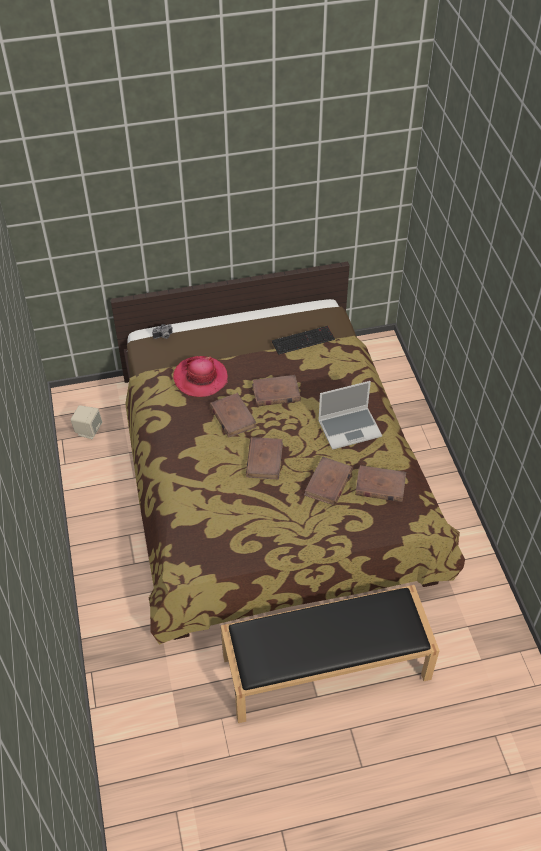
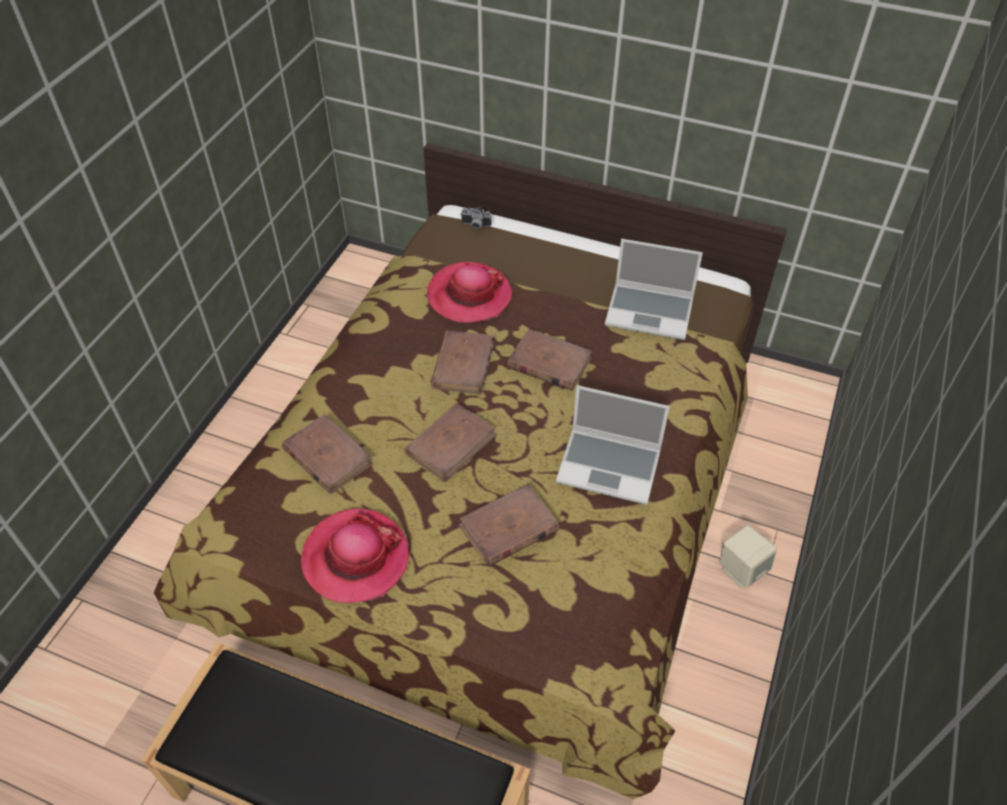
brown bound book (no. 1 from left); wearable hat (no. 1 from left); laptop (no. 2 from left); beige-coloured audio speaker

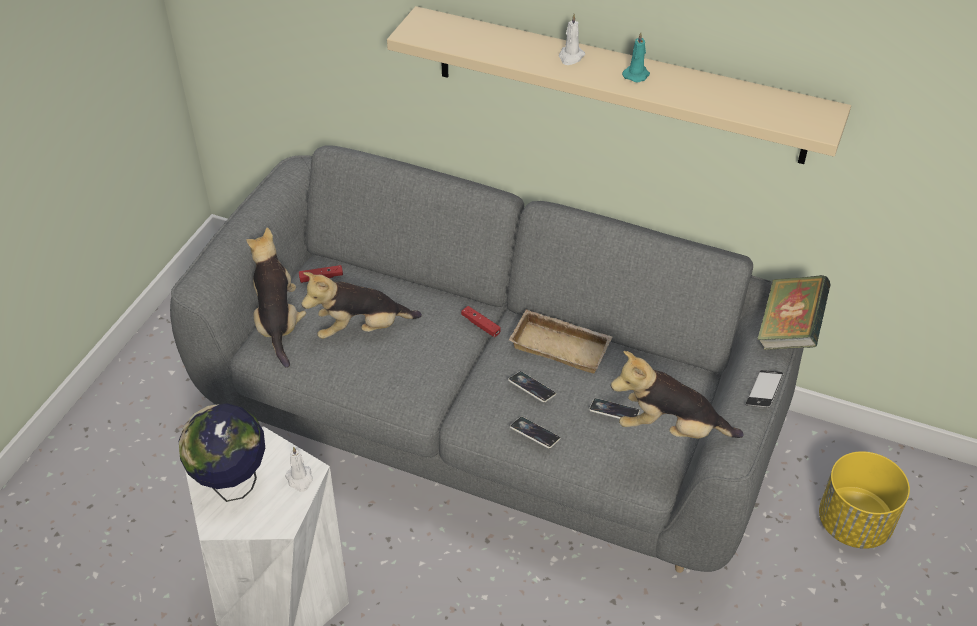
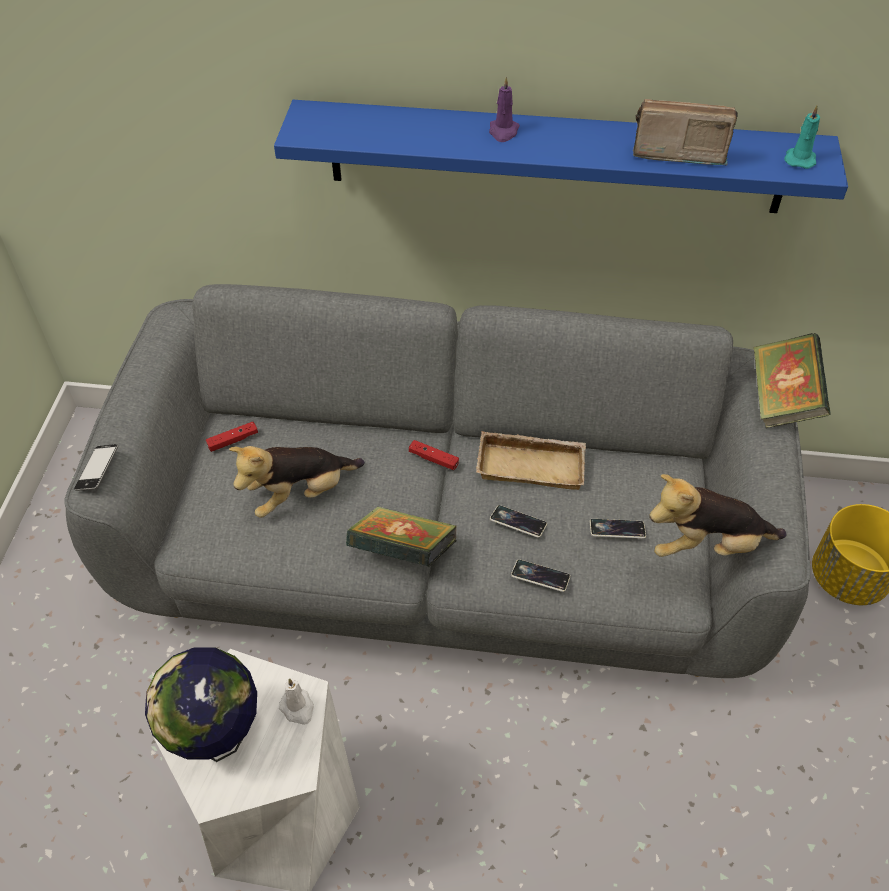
phone (no. 1 from left); bluish shelf; bound book (no. 1 from left); purplish wax light; radio receiver; turquoise-coloured wax light; plush toy (no. 1 from left in the first image)

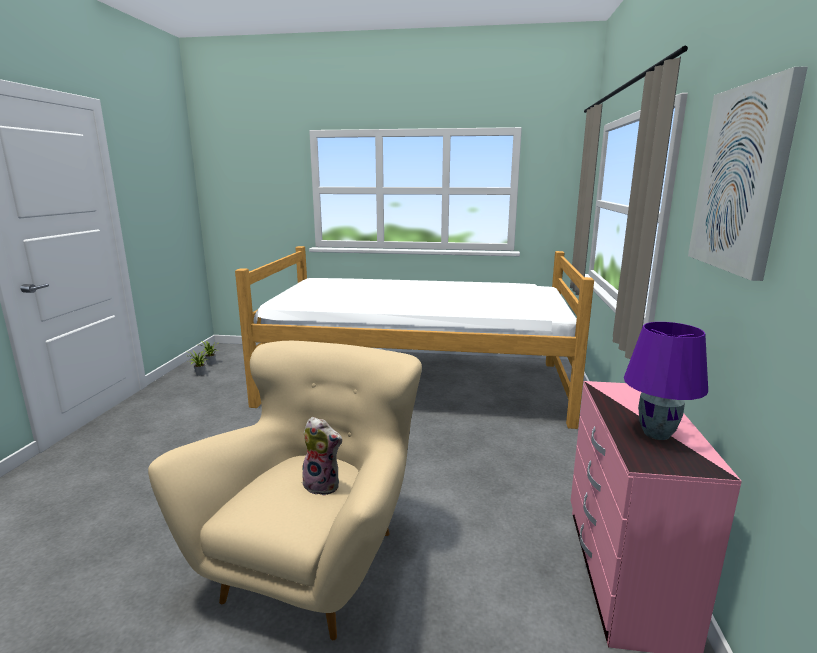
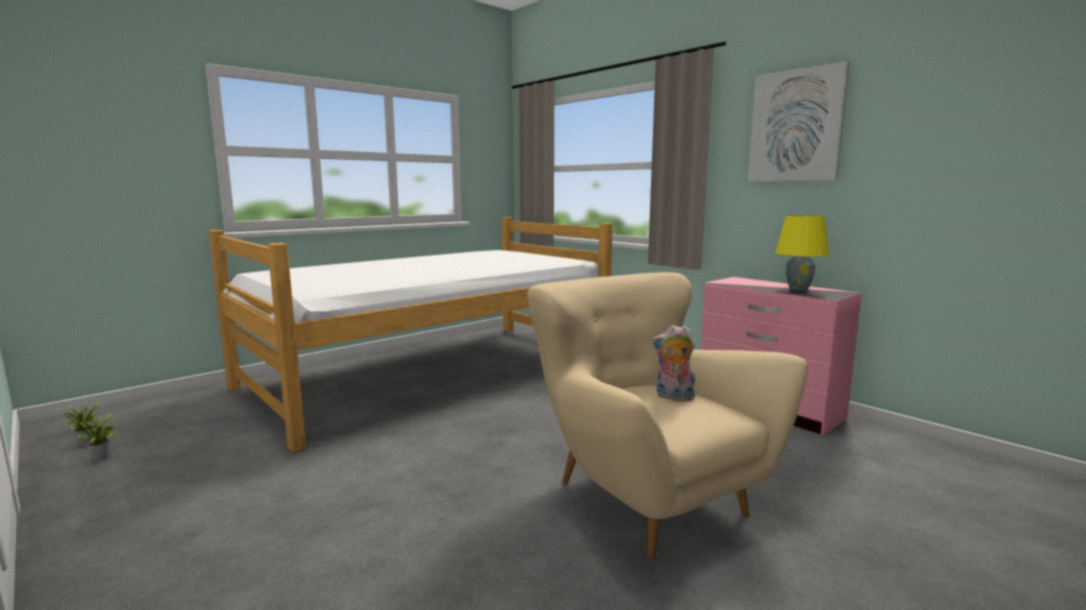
plush toy; yellow-coloured lamp for a table

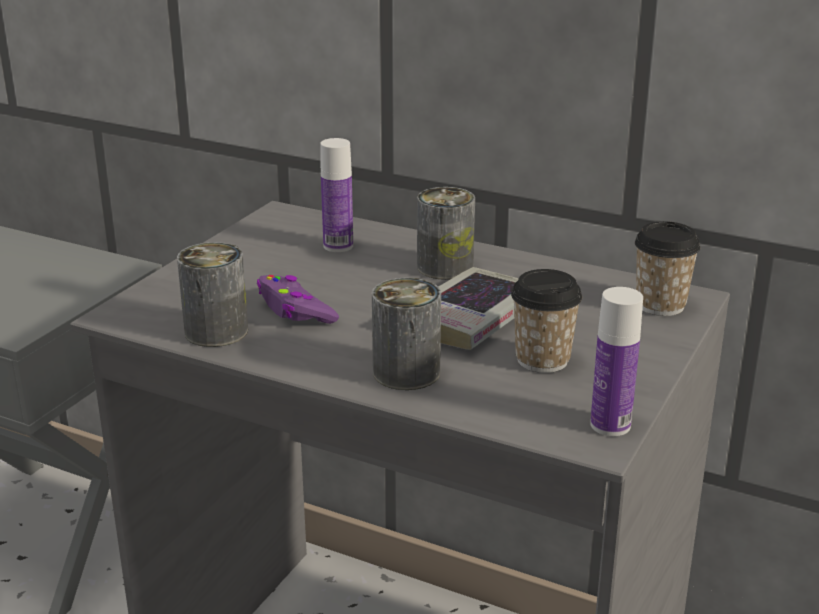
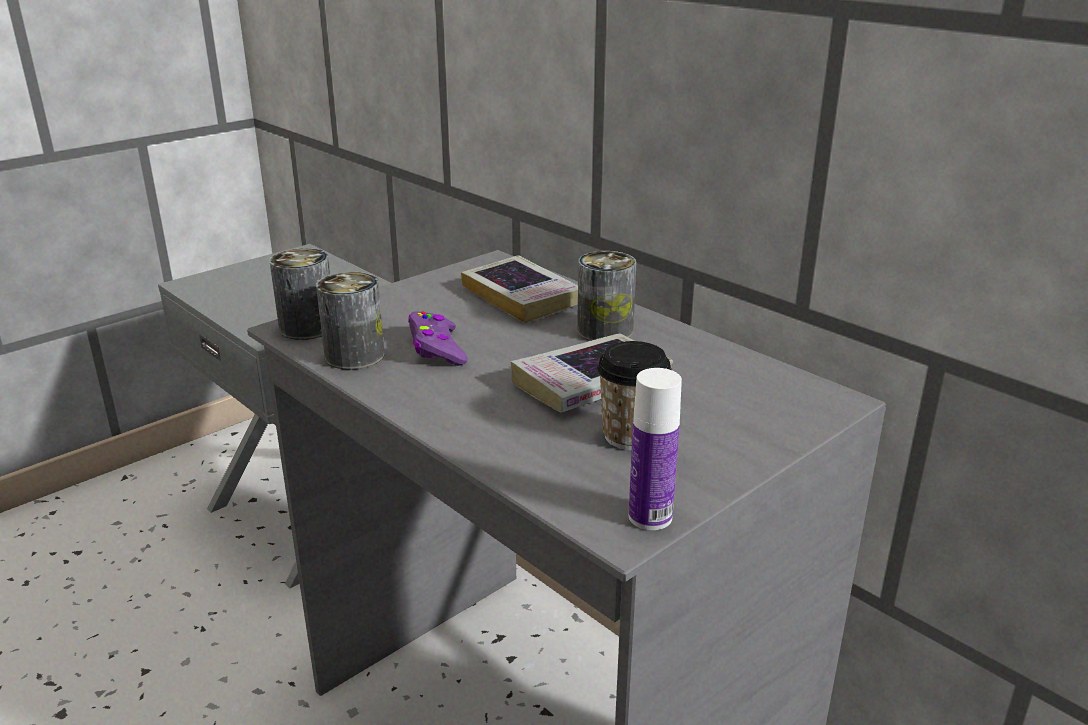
sealed can (no. 1 from left); bound book (no. 1 from left); small cup (no. 2 from left in the first image)

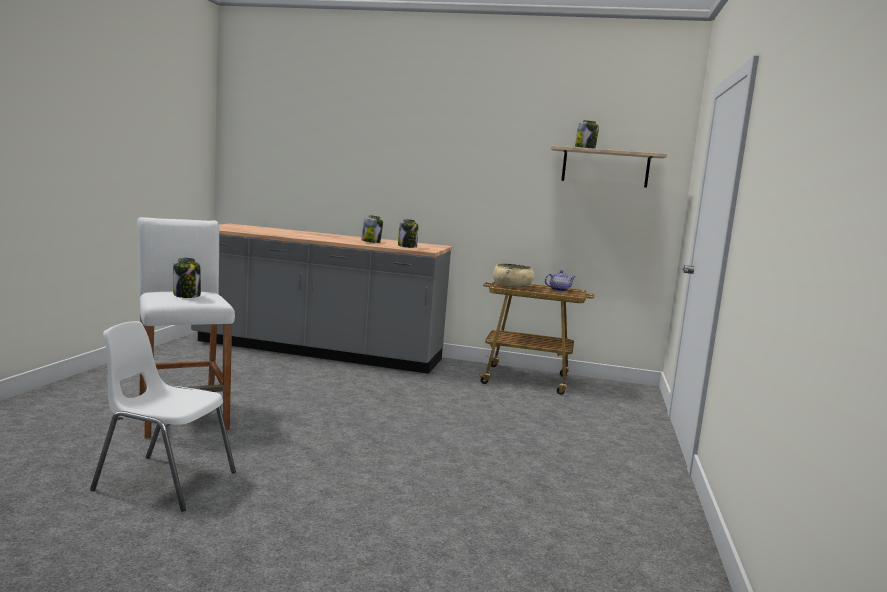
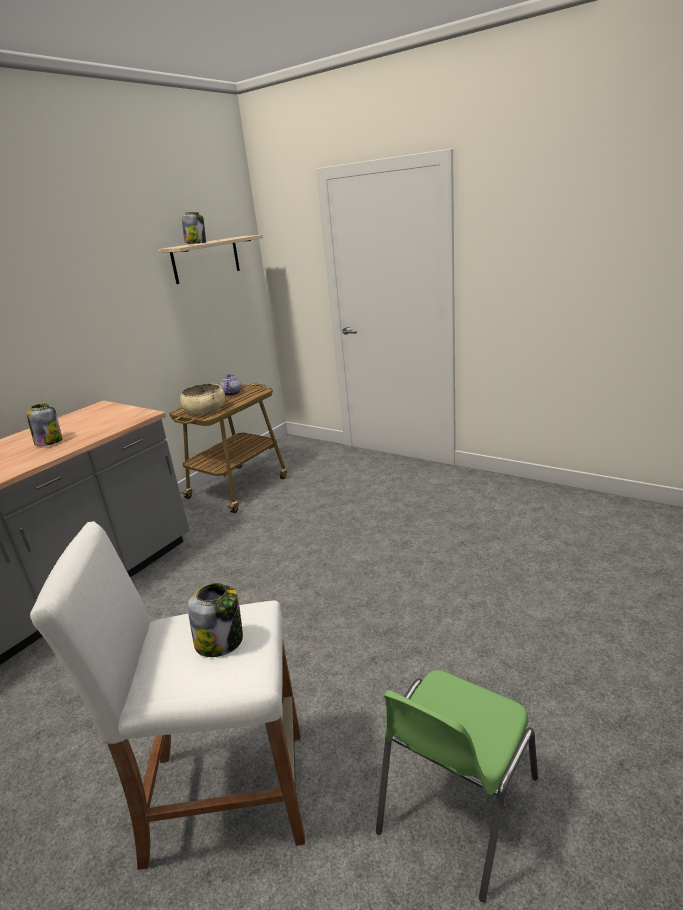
green plain chair; preserve jar (no. 3 from left in the first image)

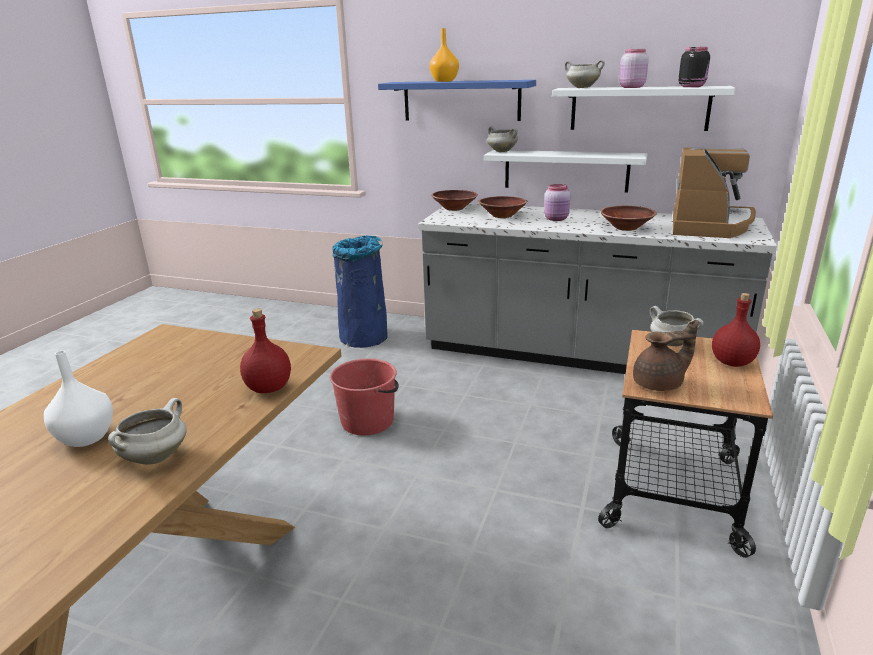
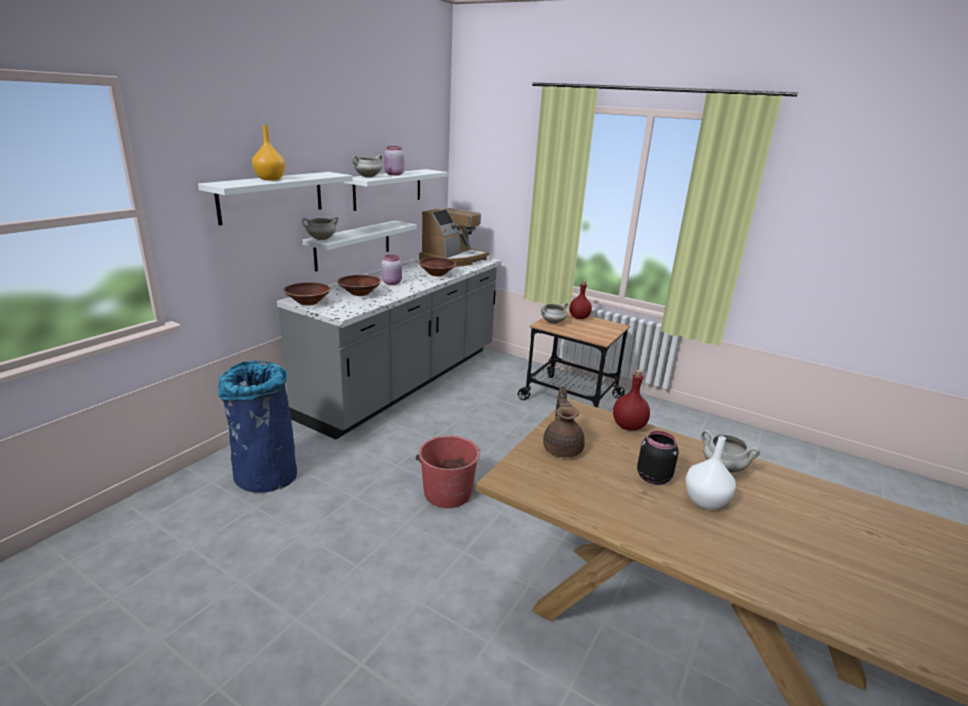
whitish shelf (no. 1 from left); coffee brewer; brown pot for tea; black preserve jar

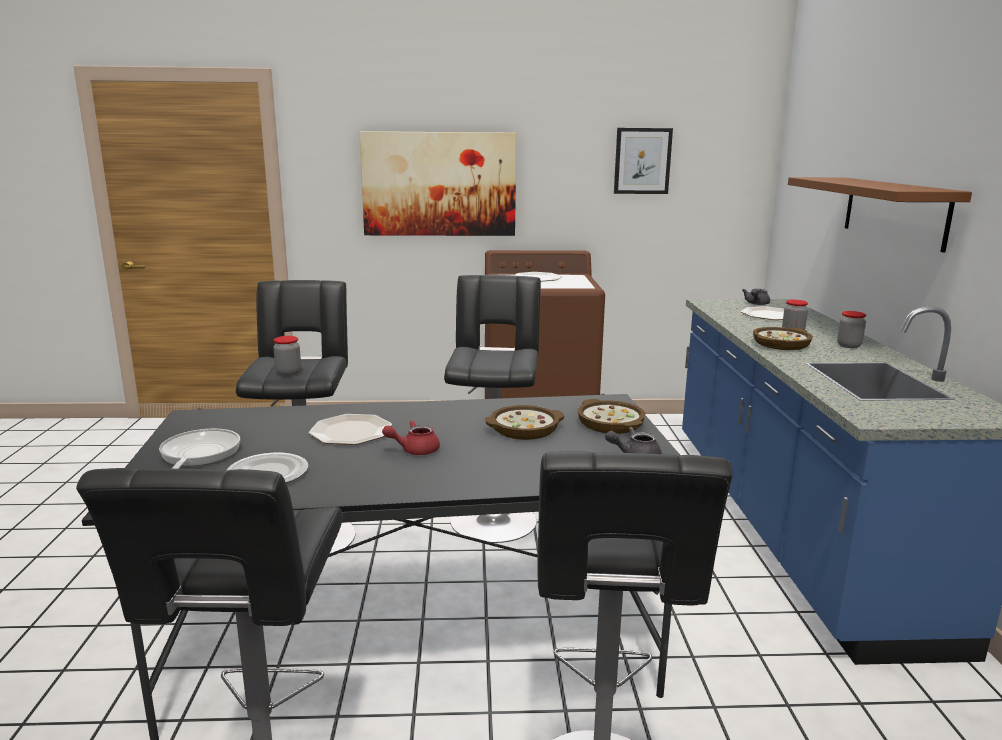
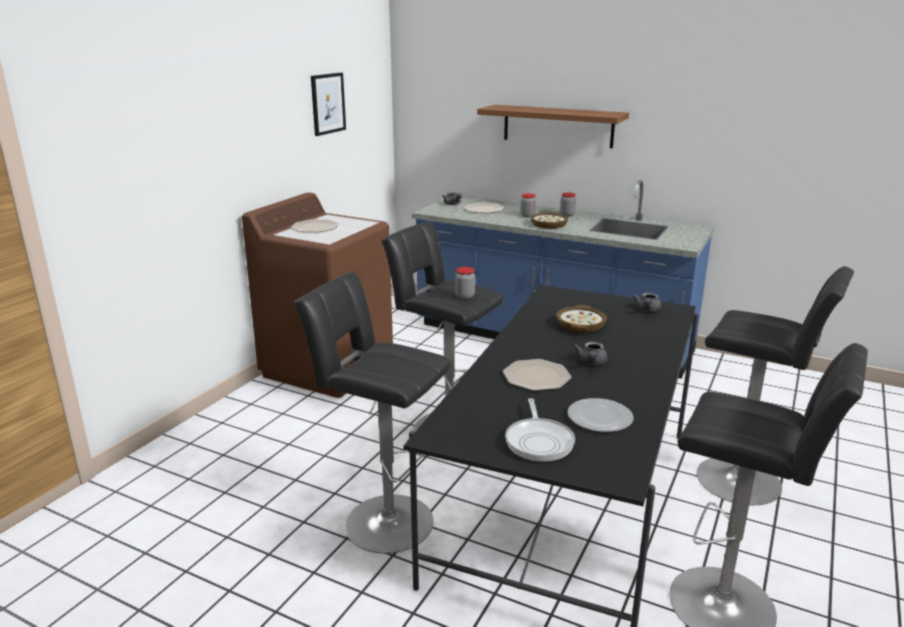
preserve jar (no. 1 from left); frying pan; greyish pot for tea (no. 2 from left); picture (no. 1 from left in the first image); deep dish (no. 2 from left in the first image)

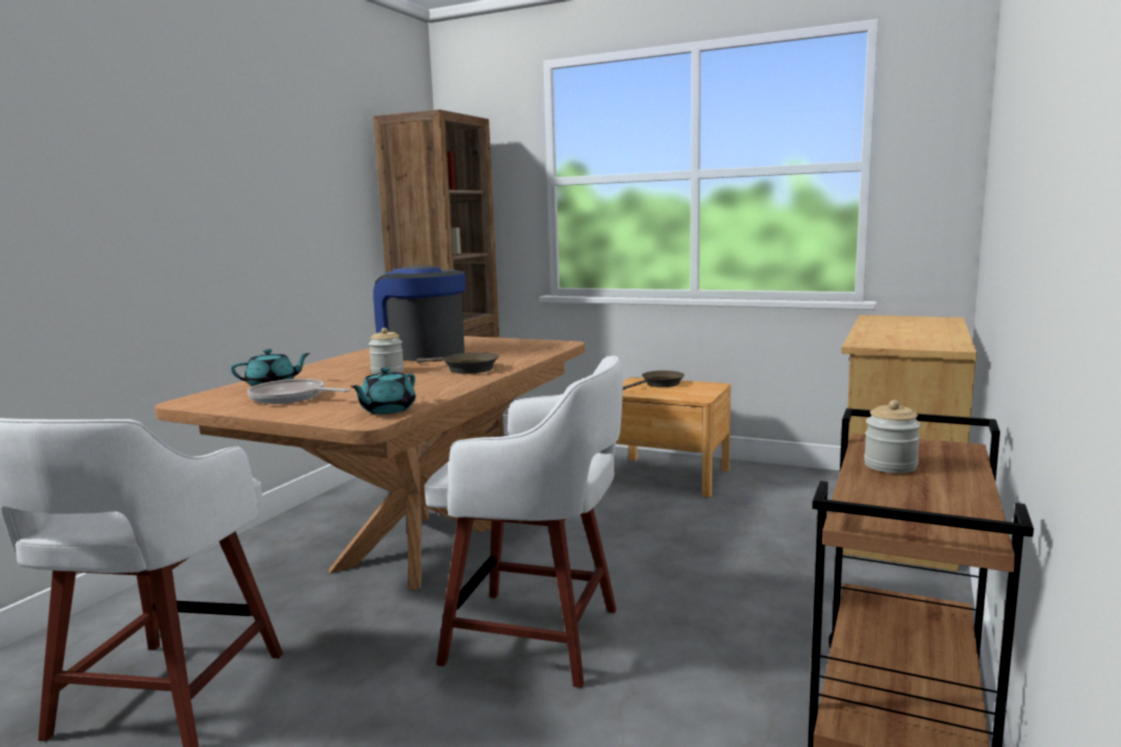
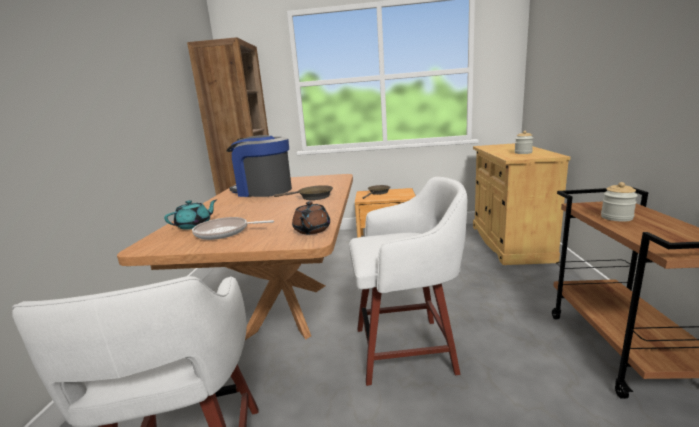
brown pot for tea; preserve jar (no. 1 from left)

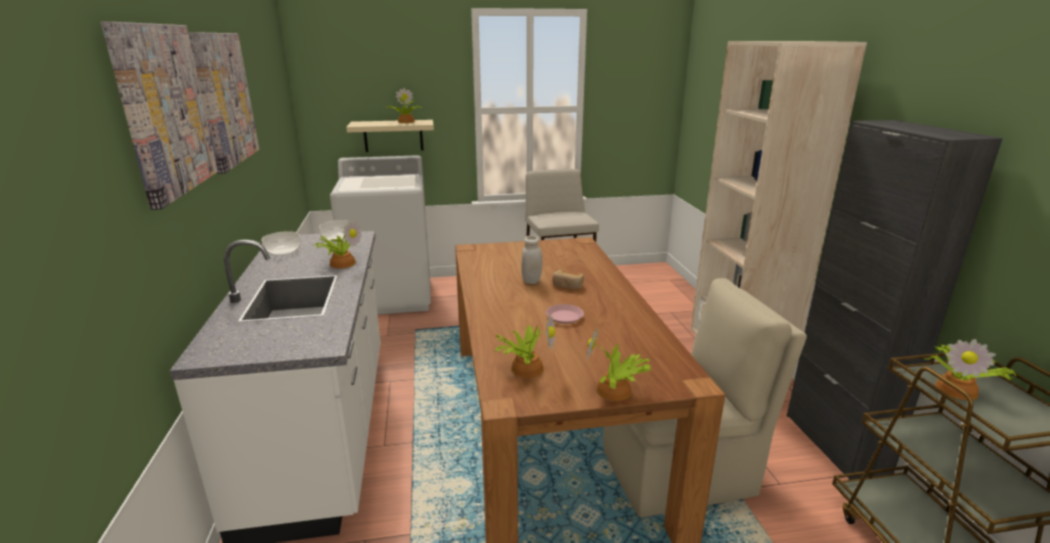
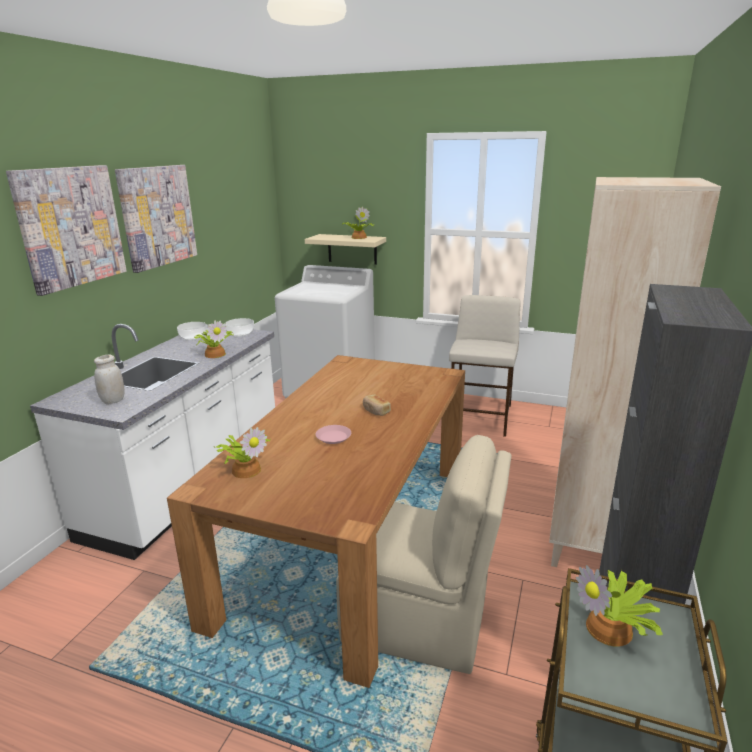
whitish preserve jar; houseplant (no. 4 from left in the first image)

